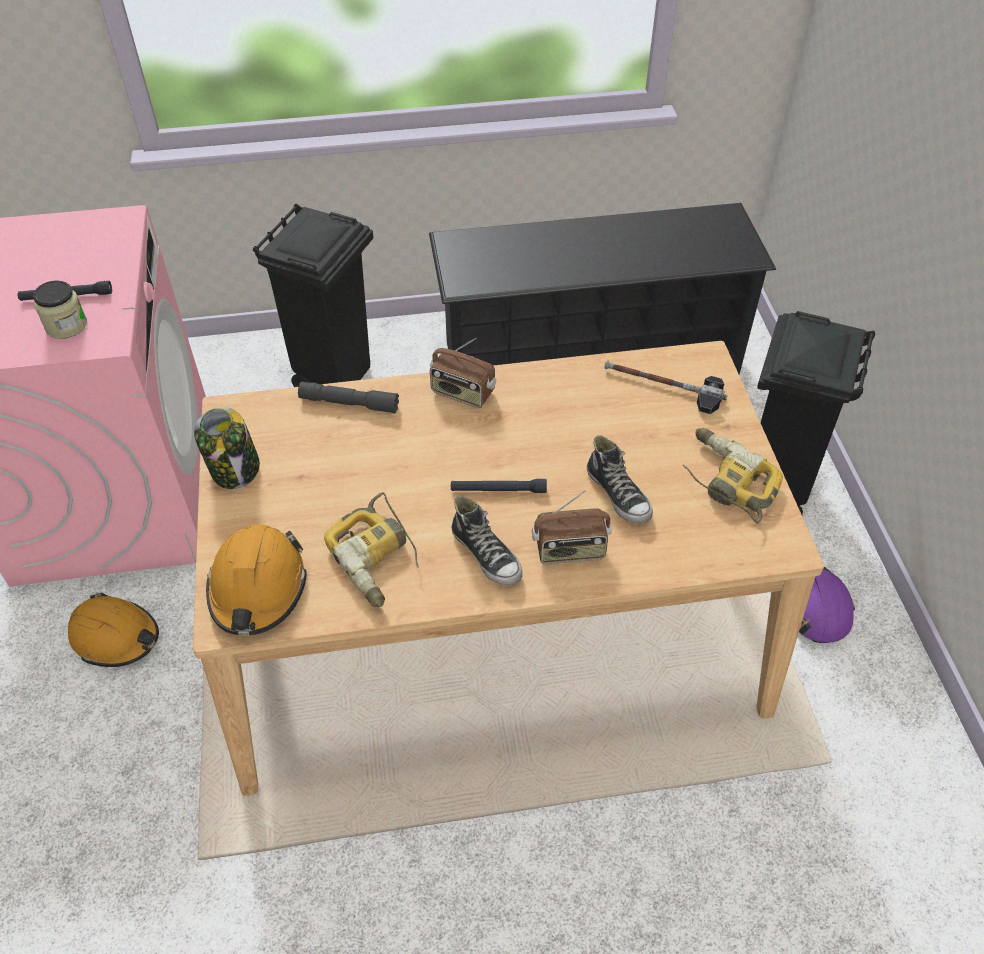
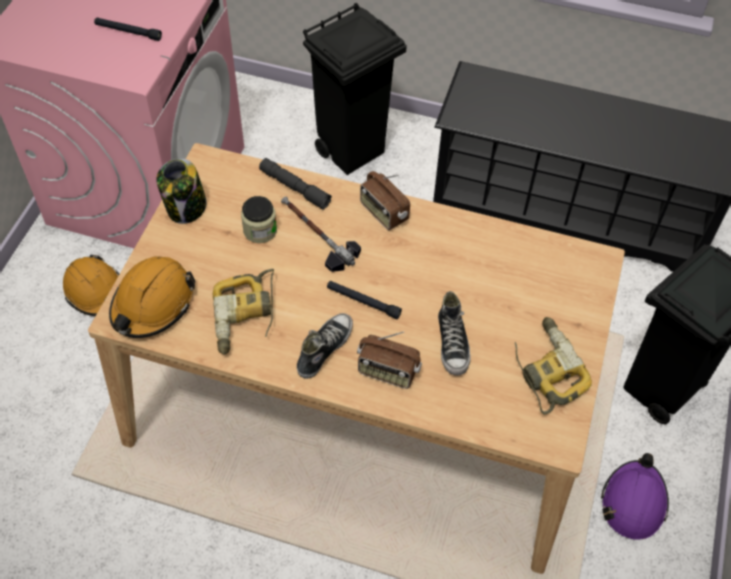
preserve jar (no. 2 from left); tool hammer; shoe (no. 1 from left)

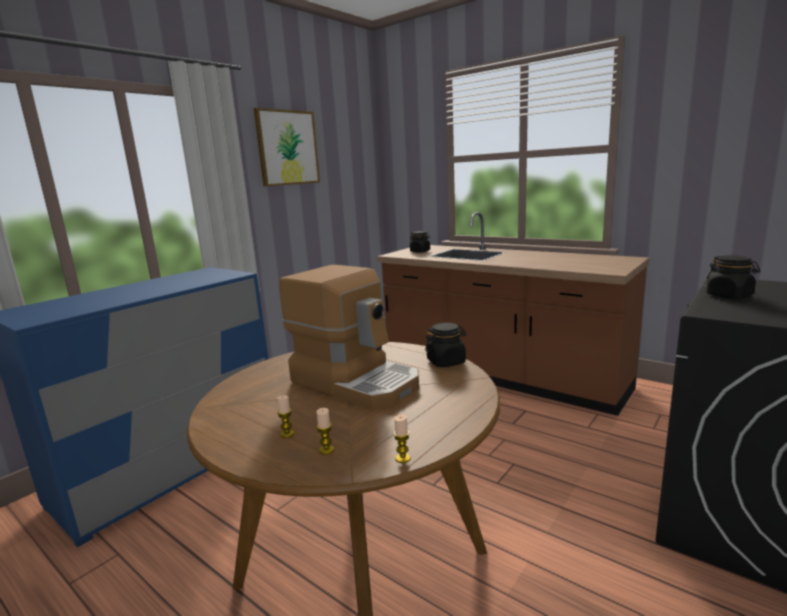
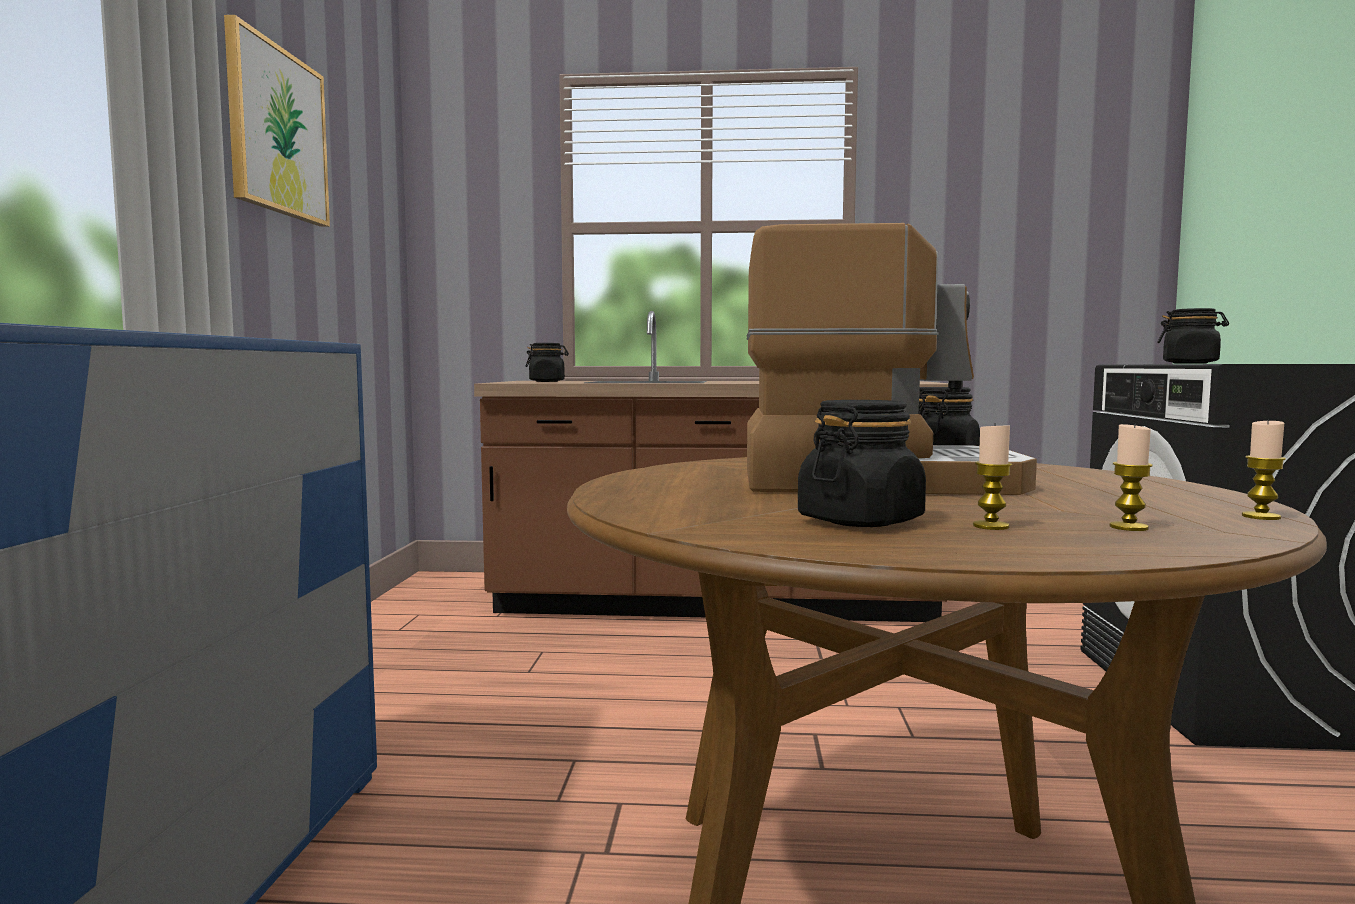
black preserve jar (no. 2 from left)

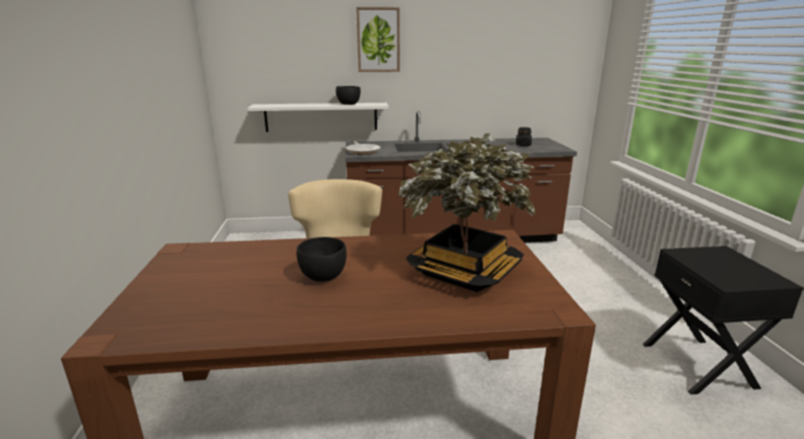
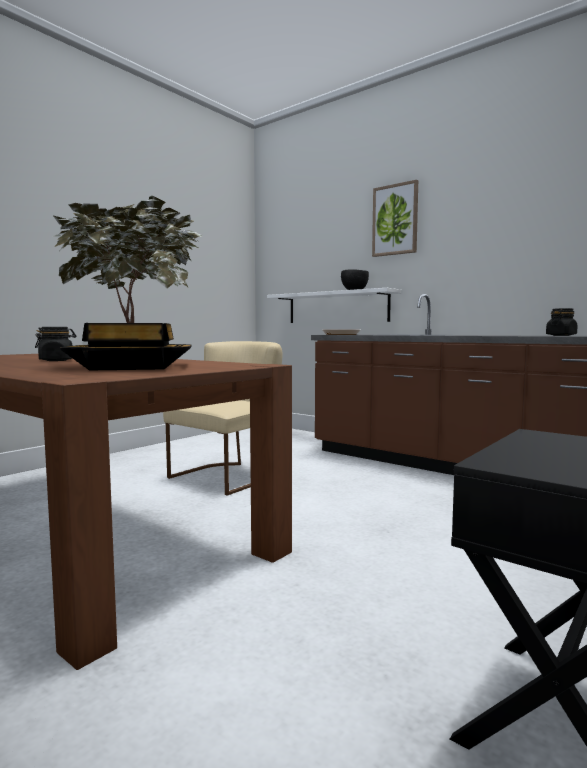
black preserve jar (no. 1 from left)

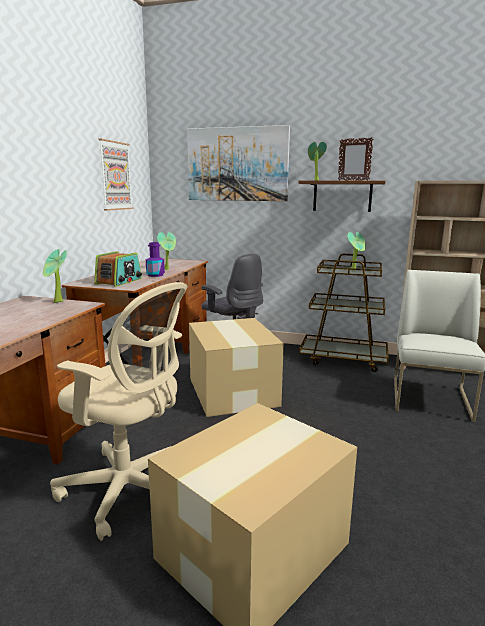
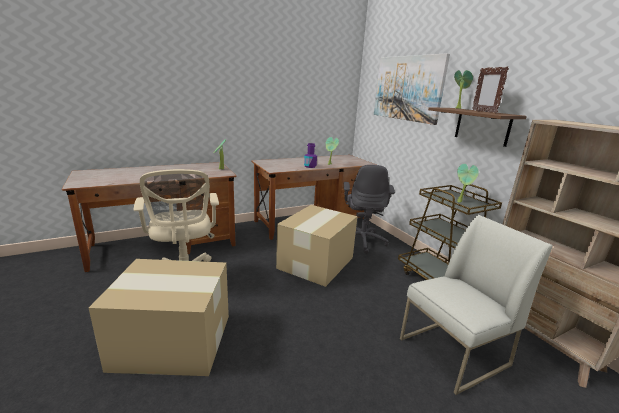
radio receiver; picture (no. 1 from left in the first image)

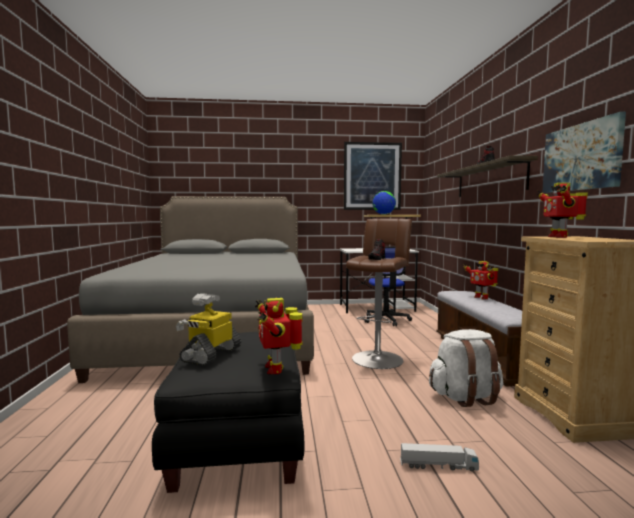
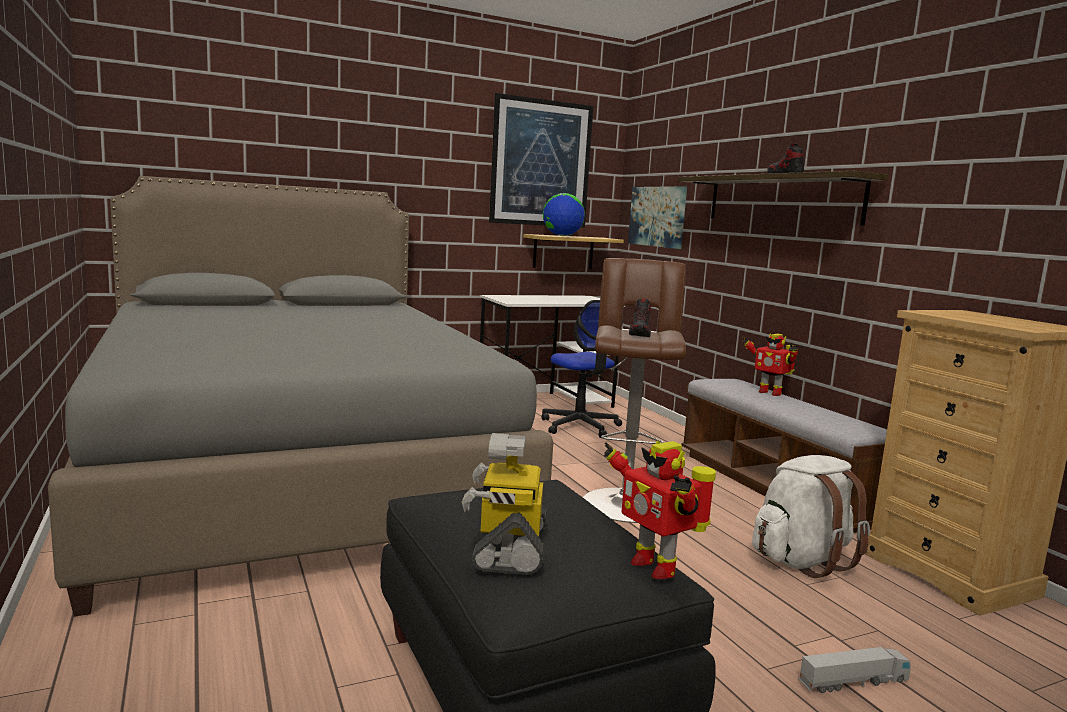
picture (no. 2 from left); model robot (no. 4 from left in the first image)

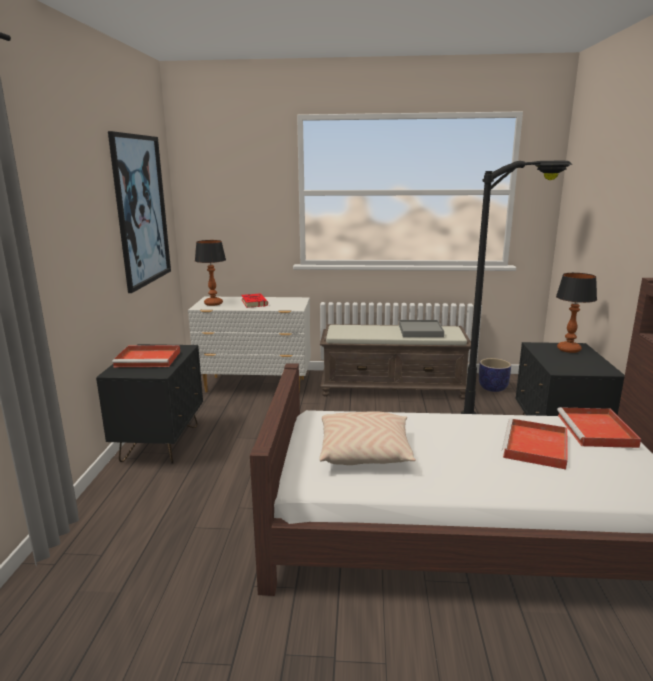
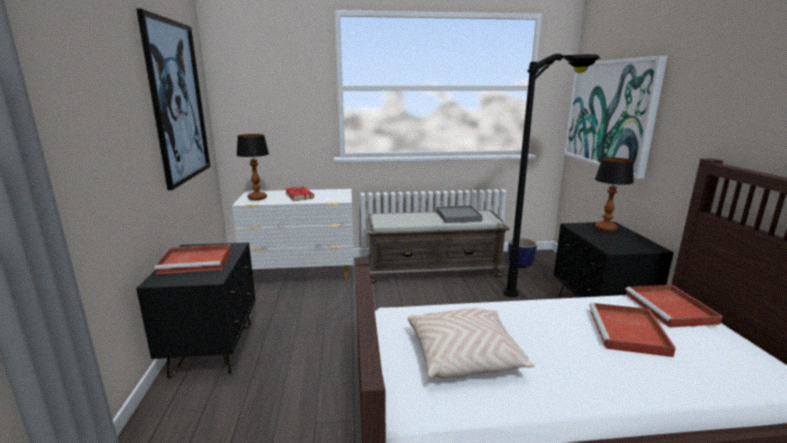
picture (no. 2 from left)

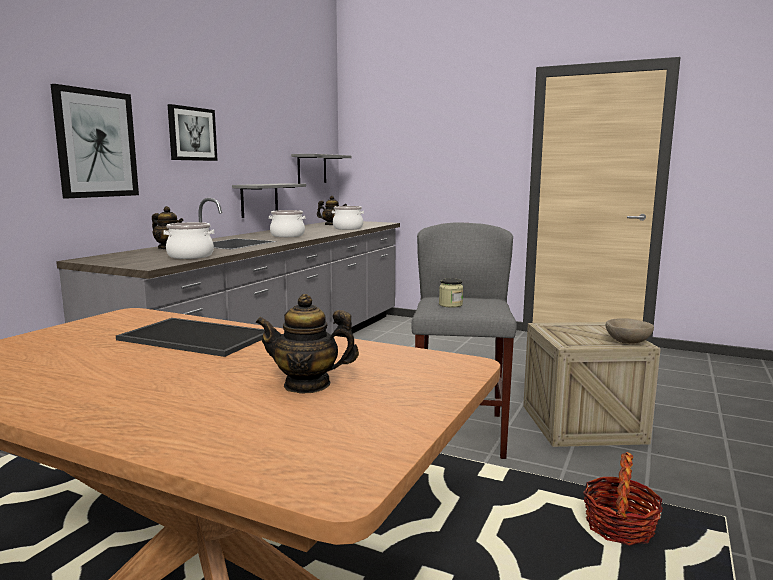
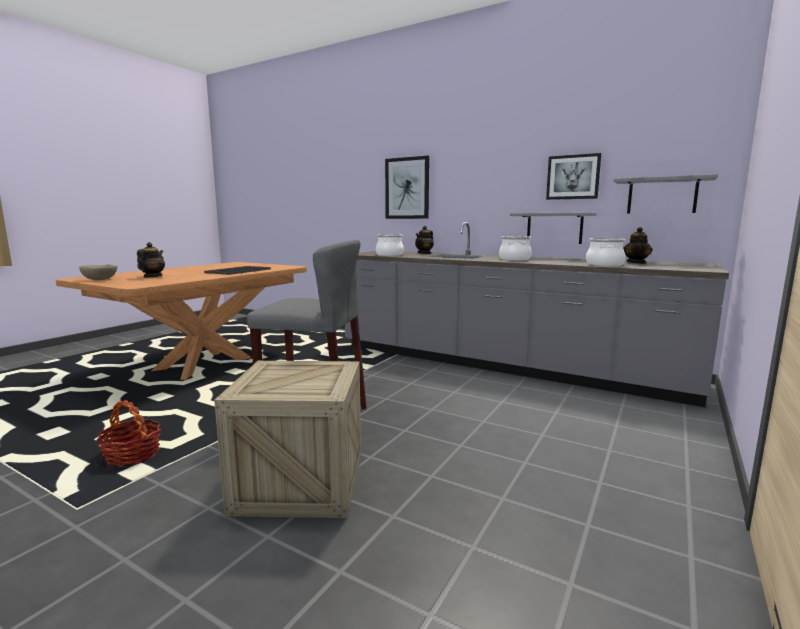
beige-coloured deep dish; picture (no. 2 from left); preserve jar

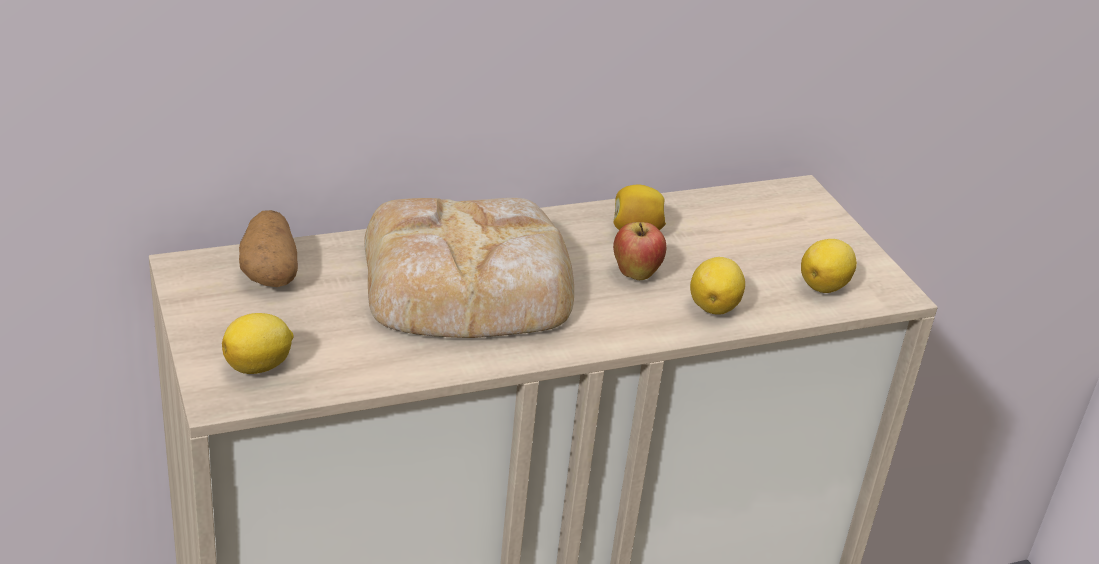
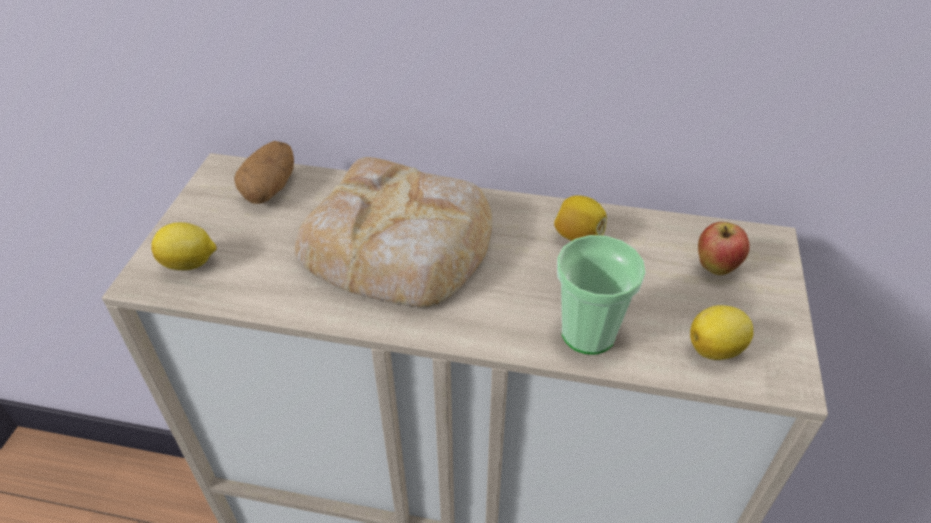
small cup; whole apple

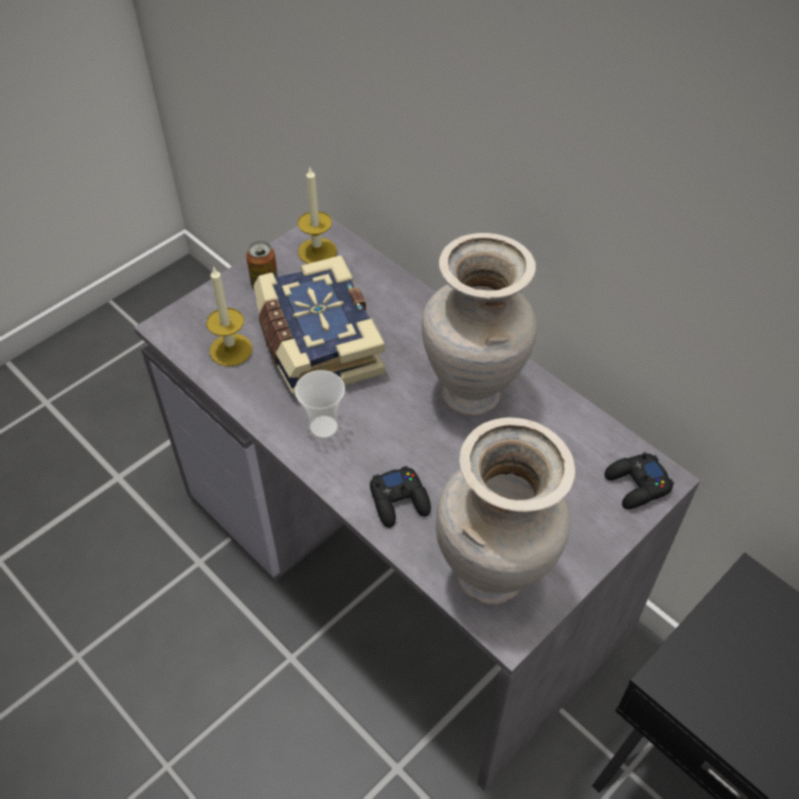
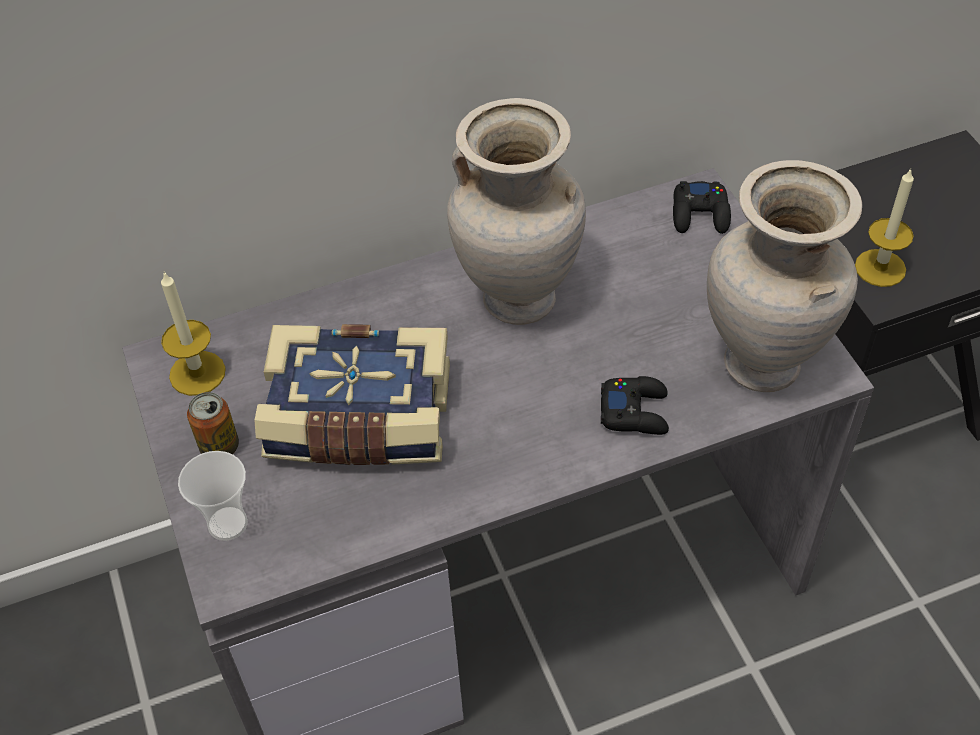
small cup; wax light (no. 2 from left)

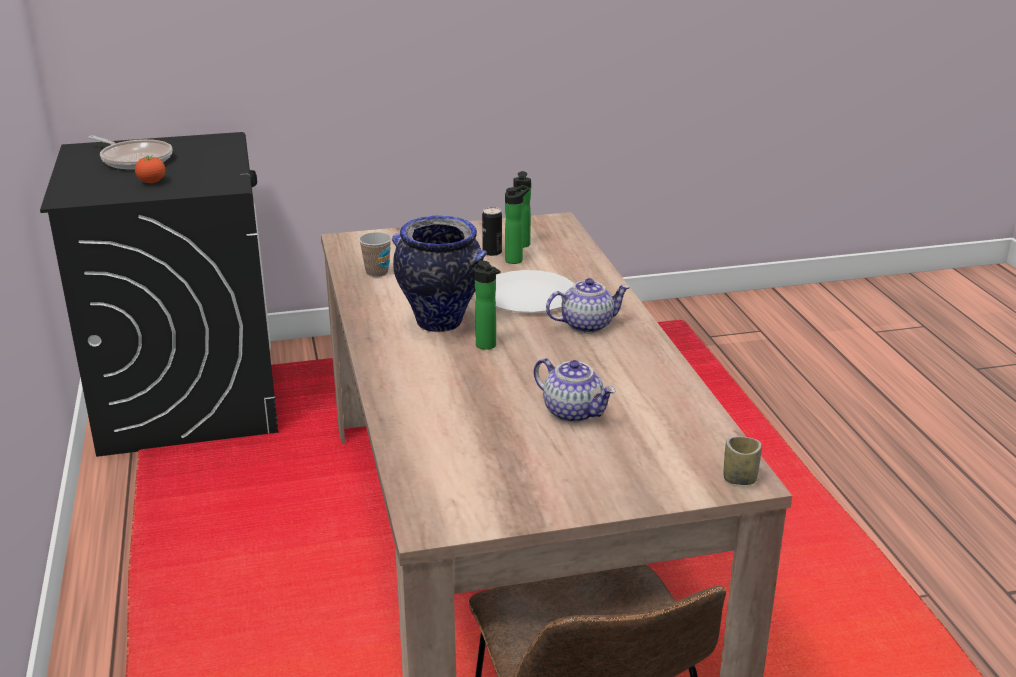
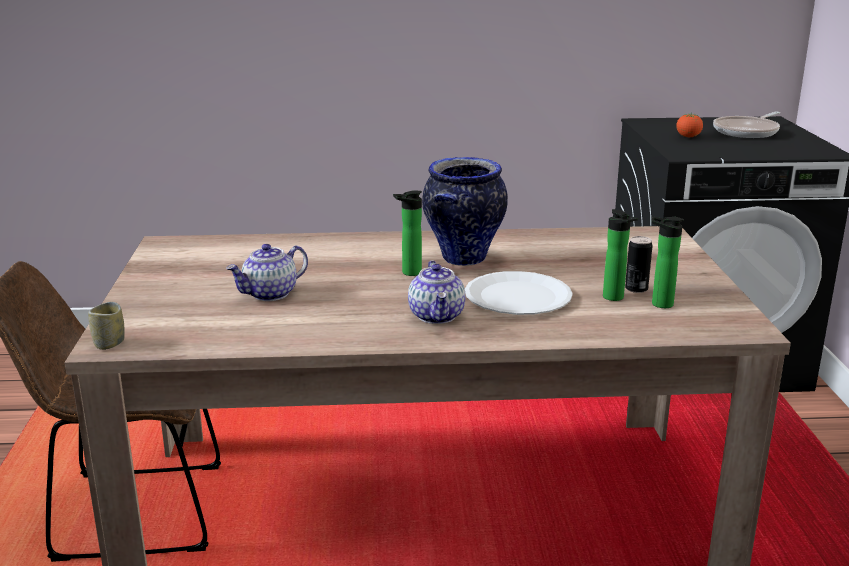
small cup (no. 1 from left in the first image)

